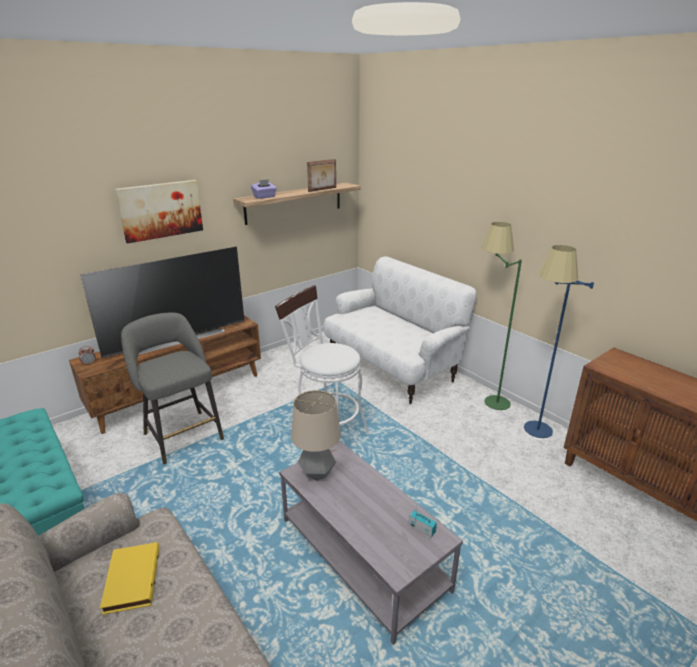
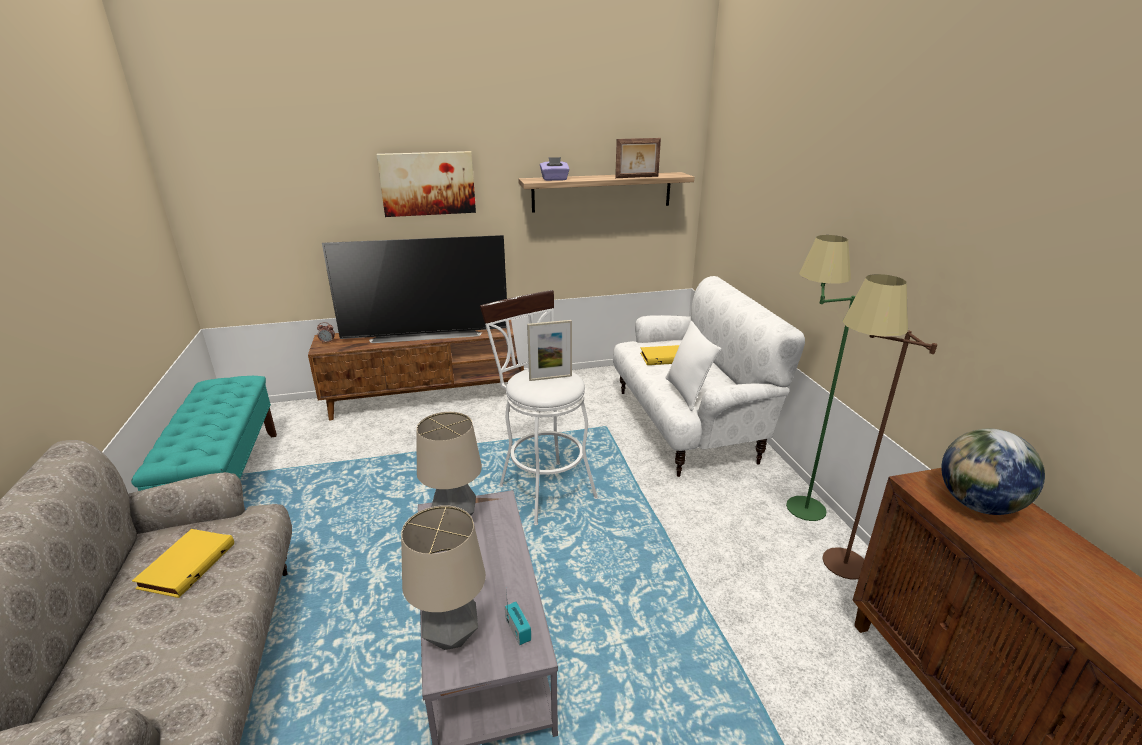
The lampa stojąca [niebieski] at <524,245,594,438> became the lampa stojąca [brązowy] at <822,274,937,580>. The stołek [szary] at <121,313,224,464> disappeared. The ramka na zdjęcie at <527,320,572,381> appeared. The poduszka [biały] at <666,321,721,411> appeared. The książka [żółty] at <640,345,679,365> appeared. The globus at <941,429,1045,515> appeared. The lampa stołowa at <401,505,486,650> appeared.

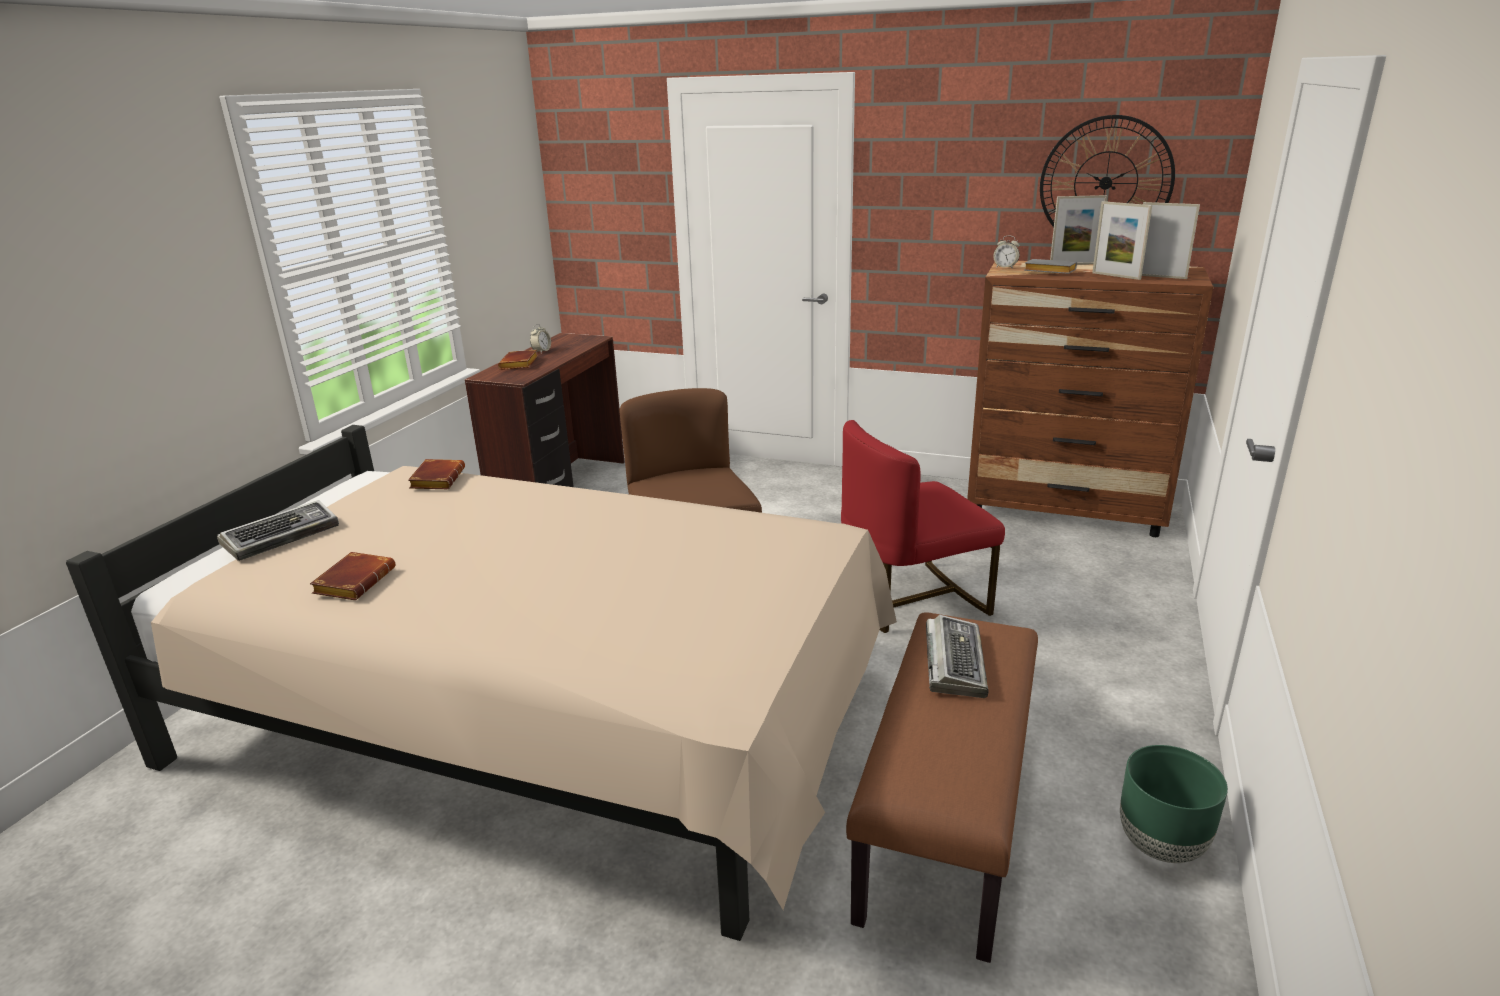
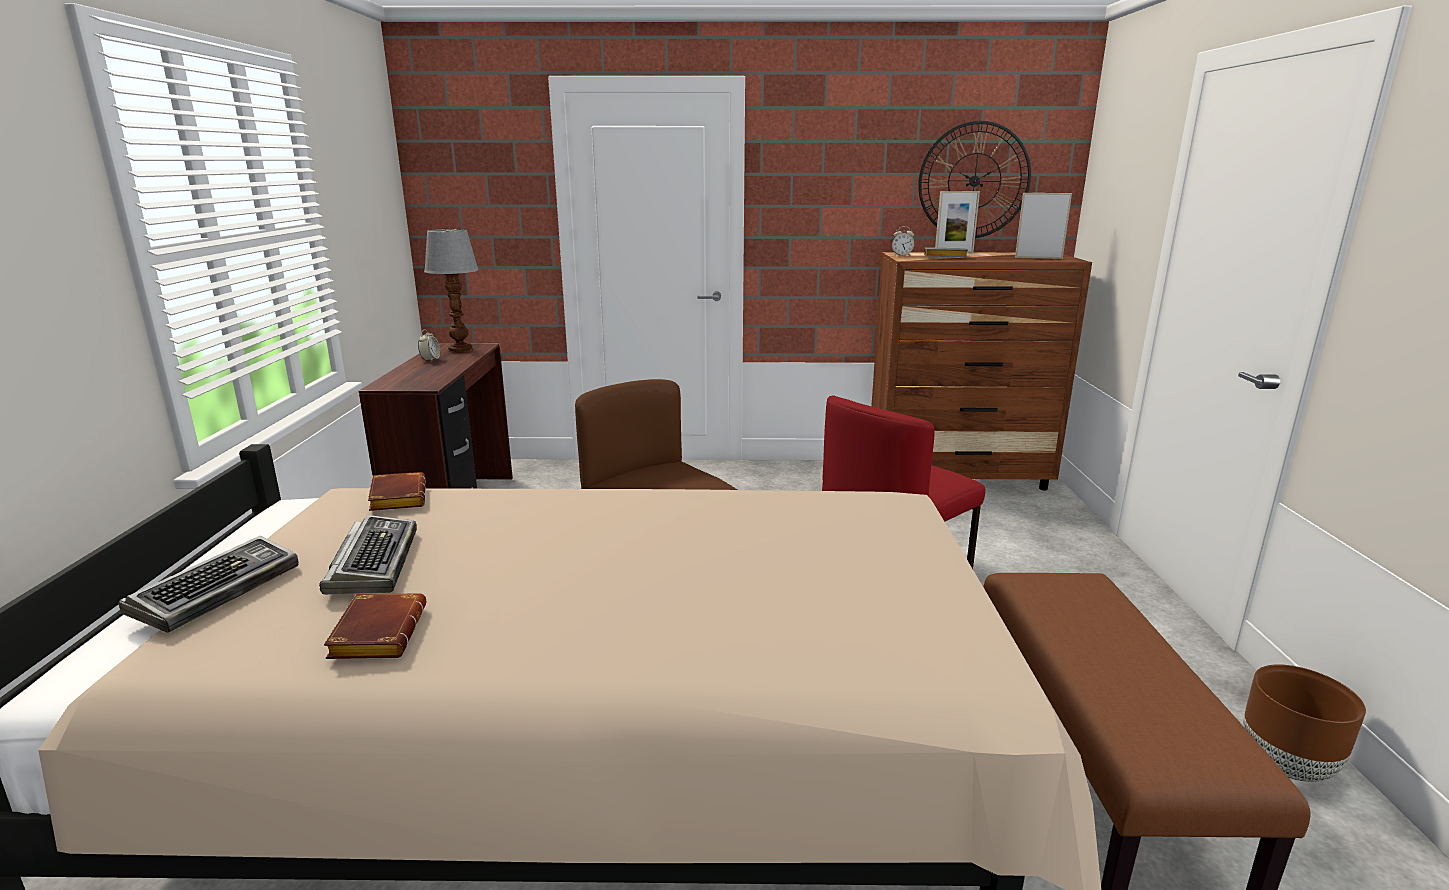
The ramka na zdjęcie at <1092,201,1152,280> disappeared. The książka [brązowy] at <498,349,538,370> disappeared. The klawiatura moved from <926,615,989,698> to <319,515,417,595>. The donica [zielony] at <1120,745,1228,863> became the donica [brązowy] at <1243,664,1366,782>. The lampa stołowa at <424,229,479,353> appeared.

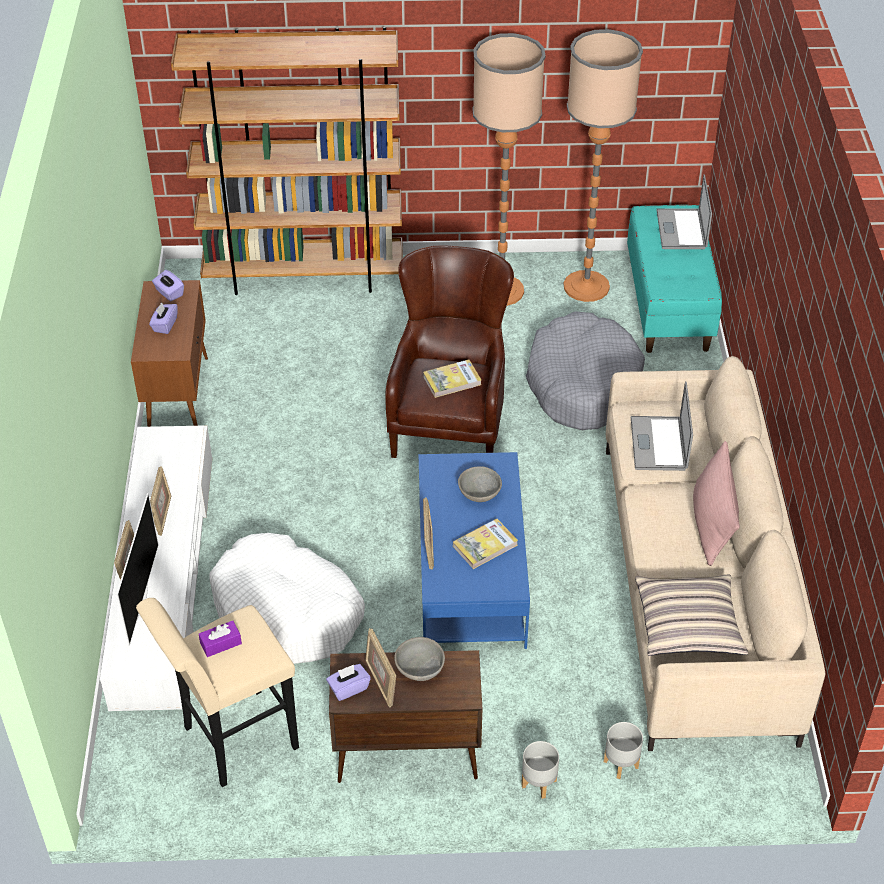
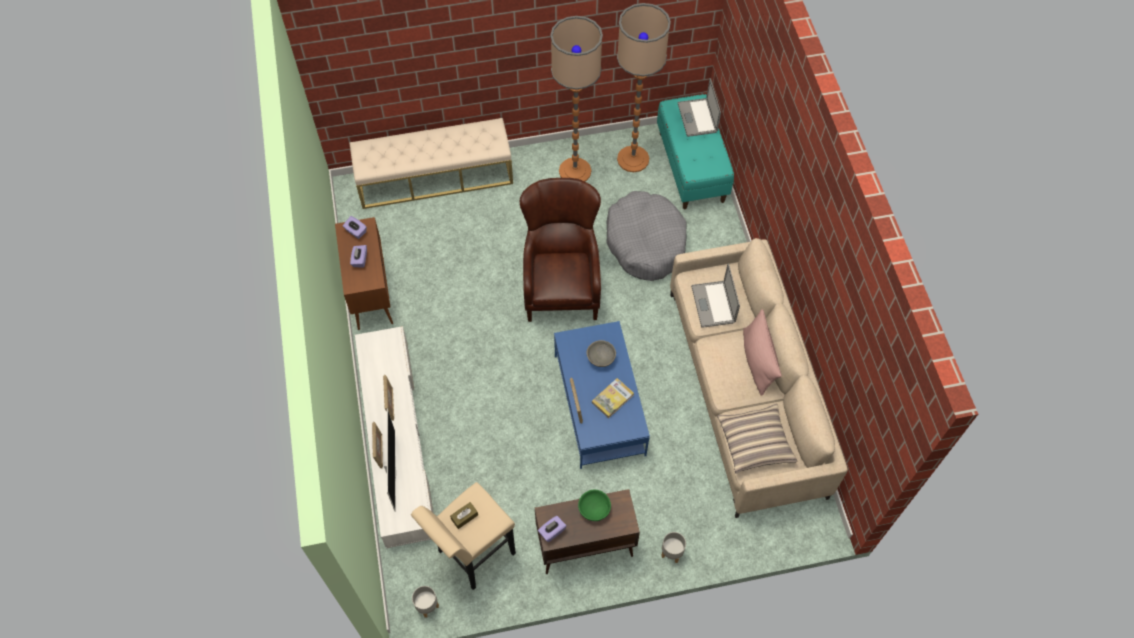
The regał [brązowy] at <171,27,403,295> was replaced by the ławka [beżowy] at <350,118,513,209>. The książka at <423,359,481,398> disappeared. The legowisko [biały] at <210,533,365,664> disappeared. The pudełko chusteczek [fioletowy] at <199,621,242,657> became the pudełko chusteczek [brązowy] at <450,502,478,529>. The ramka na zdjęcie at <365,628,396,707> disappeared. The miska [szary] at <394,637,445,681> became the miska [zielony] at <578,490,611,521>. The donica [szary] moved from <604,722,643,779> to <412,586,439,618>.

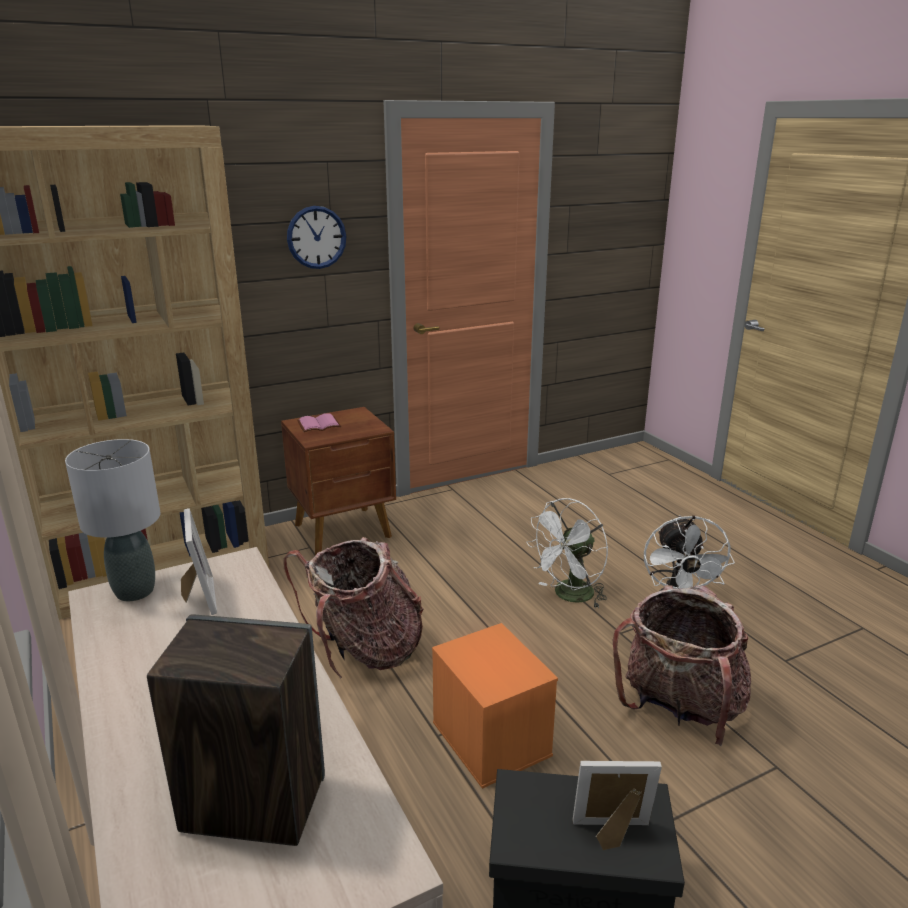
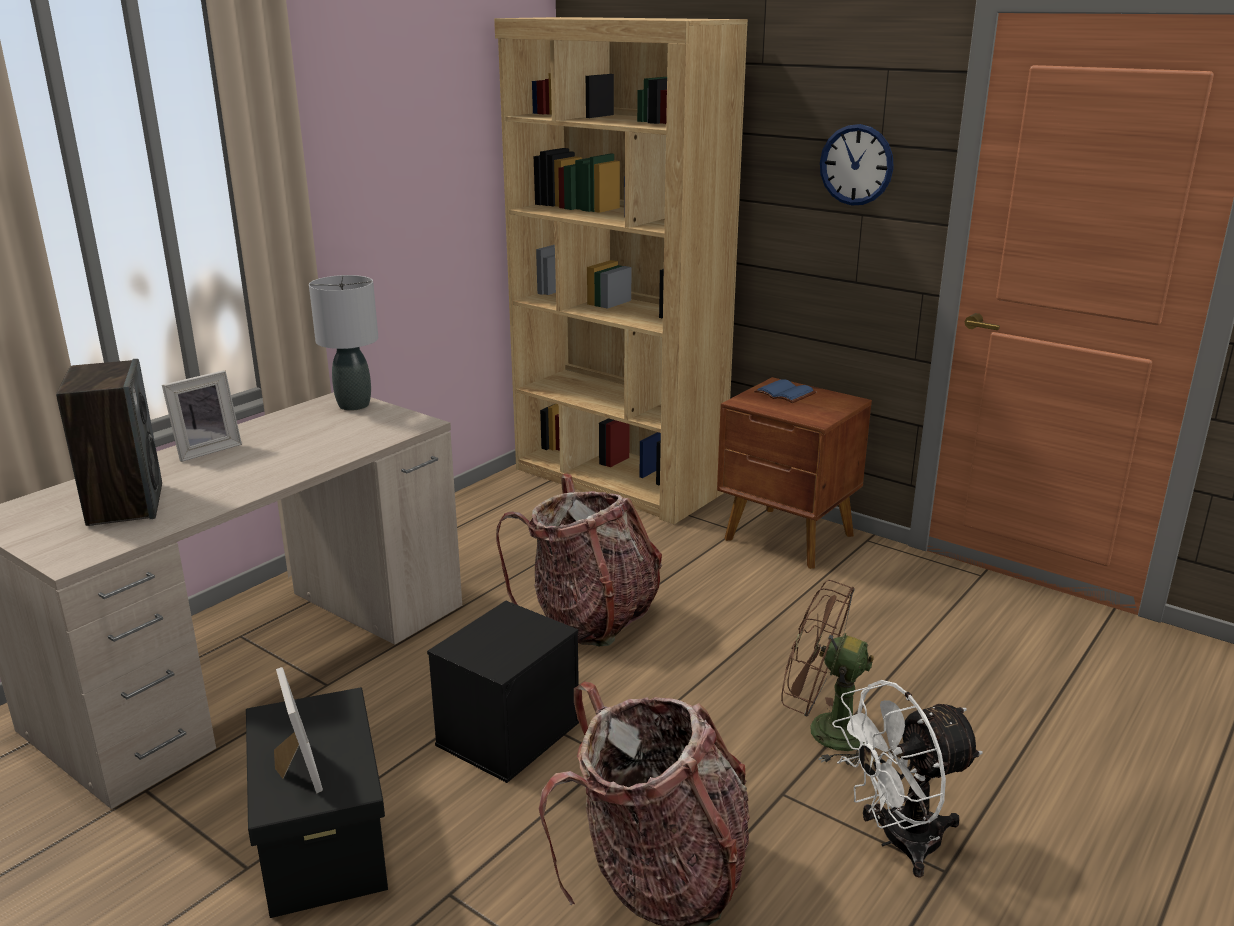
The książka [różowy] at <297,413,341,432> became the książka [niebieski] at <754,379,816,403>. The wentylator [biały] at <526,498,608,609> became the wentylator [brązowy] at <781,580,885,766>. The ramka na zdjęcie moved from <181,508,217,615> to <162,370,242,462>. The pojemnik do przechowywania [pomarańczowy] at <432,623,558,789> became the pojemnik do przechowywania [czarny] at <427,601,579,783>.

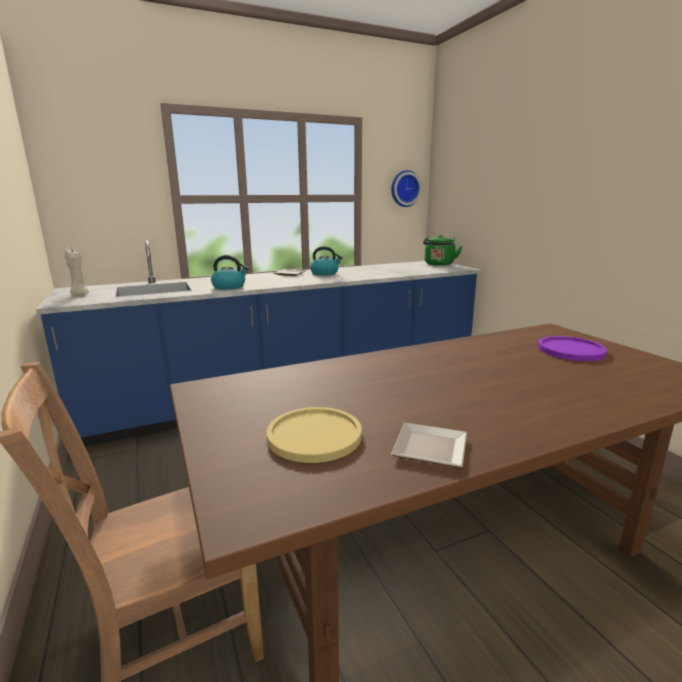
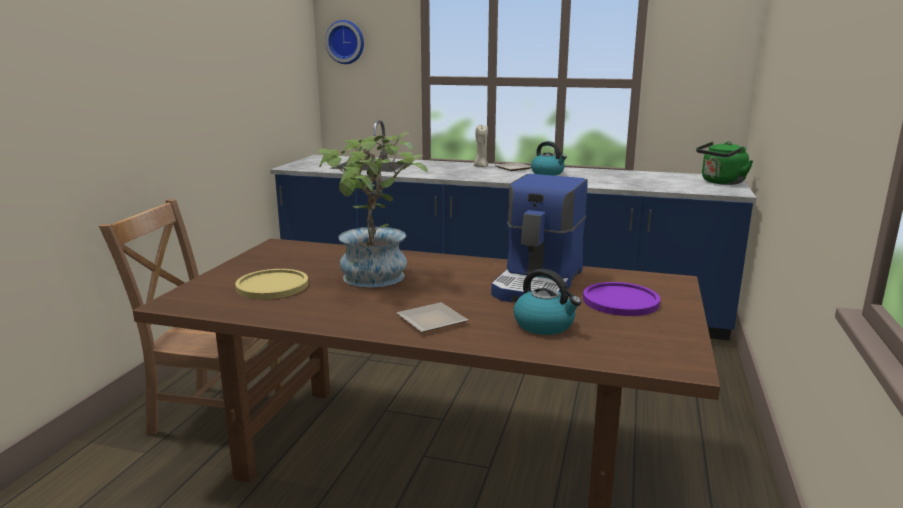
The zegar ścienny moved from <391,170,422,207> to <325,20,364,64>. The świeca [beżowy] moved from <65,247,89,295> to <474,125,488,167>. The czajnik moved from <211,255,249,290> to <514,269,581,335>. The talerz moved from <391,423,467,468> to <397,302,468,332>. The roślina doniczkowa at <318,132,428,287> appeared. The ekspres do kawy at <491,174,588,302> appeared.

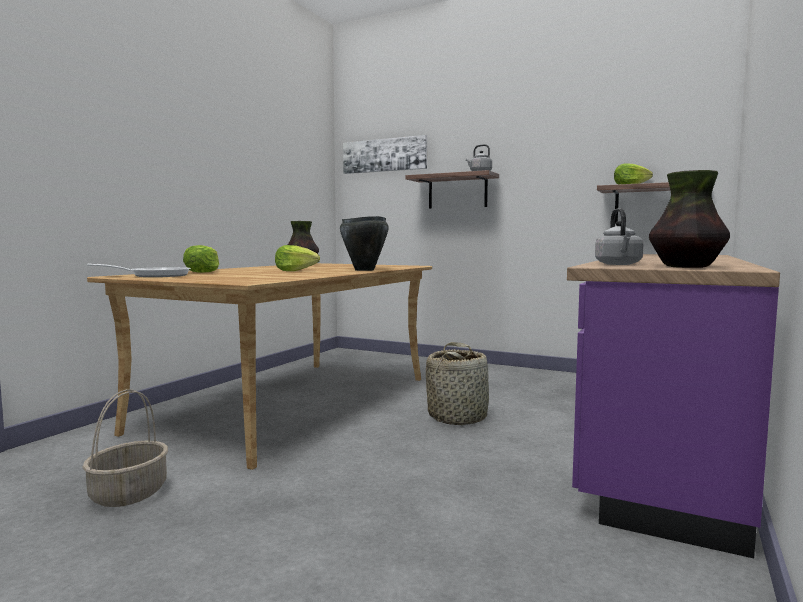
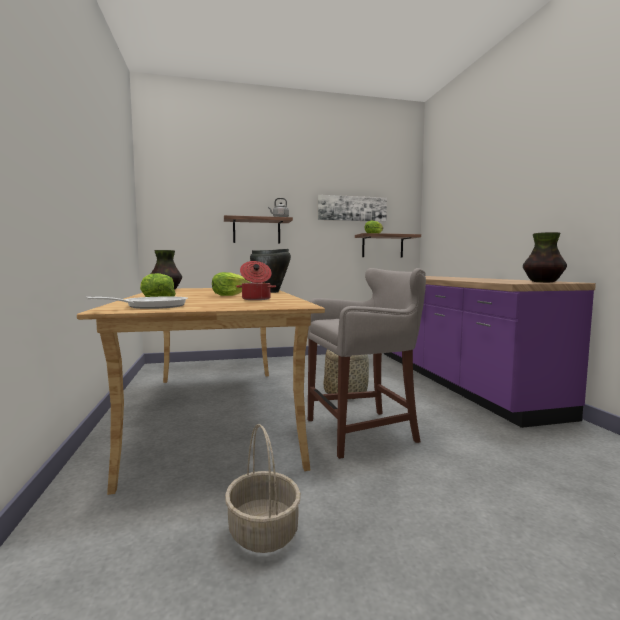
The obraz moved from <343,135,427,174> to <318,195,387,222>. The czajnik [szary] at <595,208,644,265> disappeared. The garnek at <236,261,276,300> appeared. The stołek [szary] at <307,268,426,459> appeared.

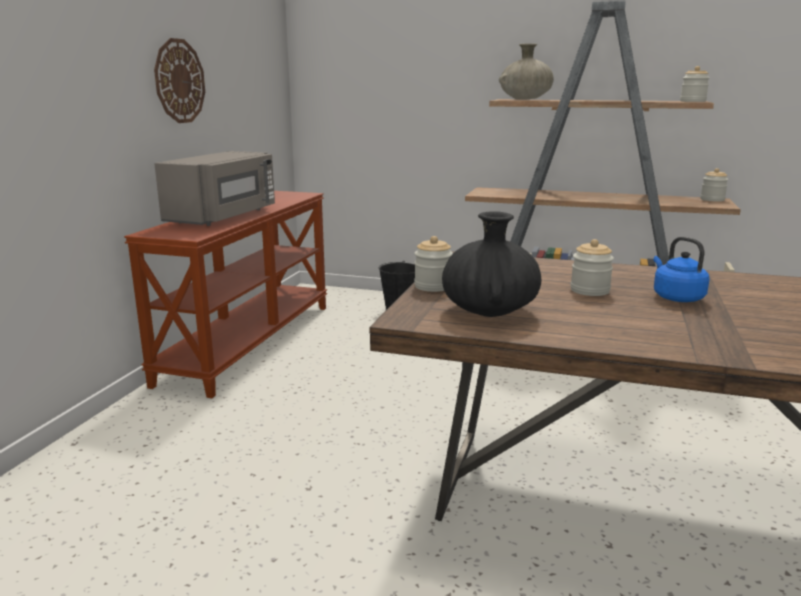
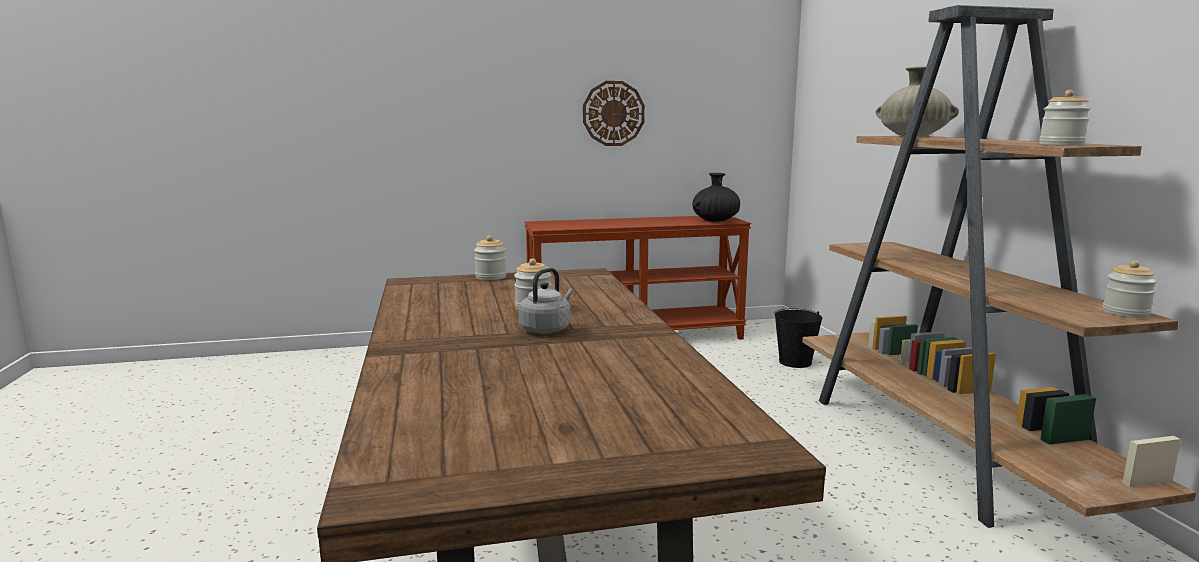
The mikrofalówka [szary] at <154,151,275,226> disappeared. The wazon [czarny] moved from <442,211,541,317> to <692,173,740,222>. The czajnik [niebieski] at <653,237,710,302> became the czajnik [szary] at <519,268,573,334>.

